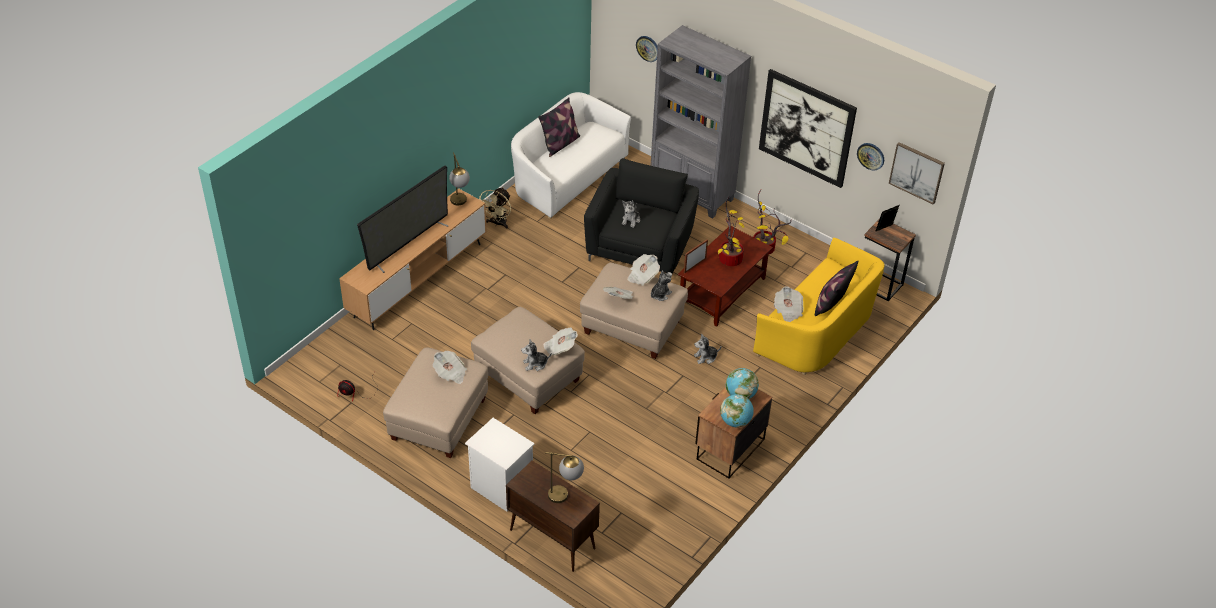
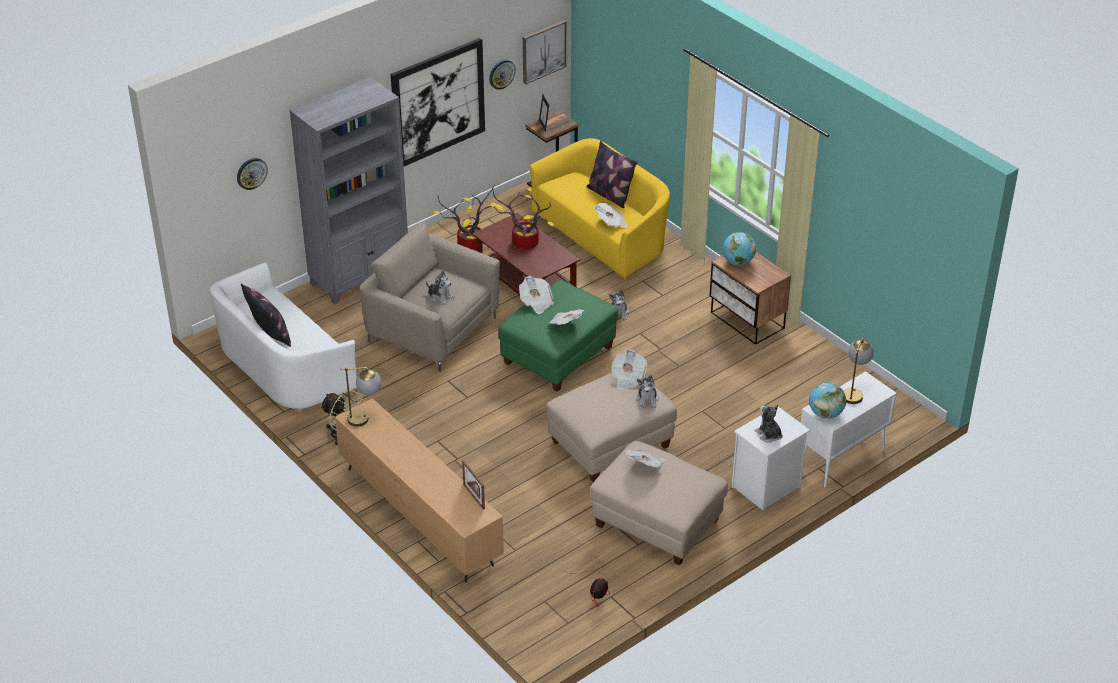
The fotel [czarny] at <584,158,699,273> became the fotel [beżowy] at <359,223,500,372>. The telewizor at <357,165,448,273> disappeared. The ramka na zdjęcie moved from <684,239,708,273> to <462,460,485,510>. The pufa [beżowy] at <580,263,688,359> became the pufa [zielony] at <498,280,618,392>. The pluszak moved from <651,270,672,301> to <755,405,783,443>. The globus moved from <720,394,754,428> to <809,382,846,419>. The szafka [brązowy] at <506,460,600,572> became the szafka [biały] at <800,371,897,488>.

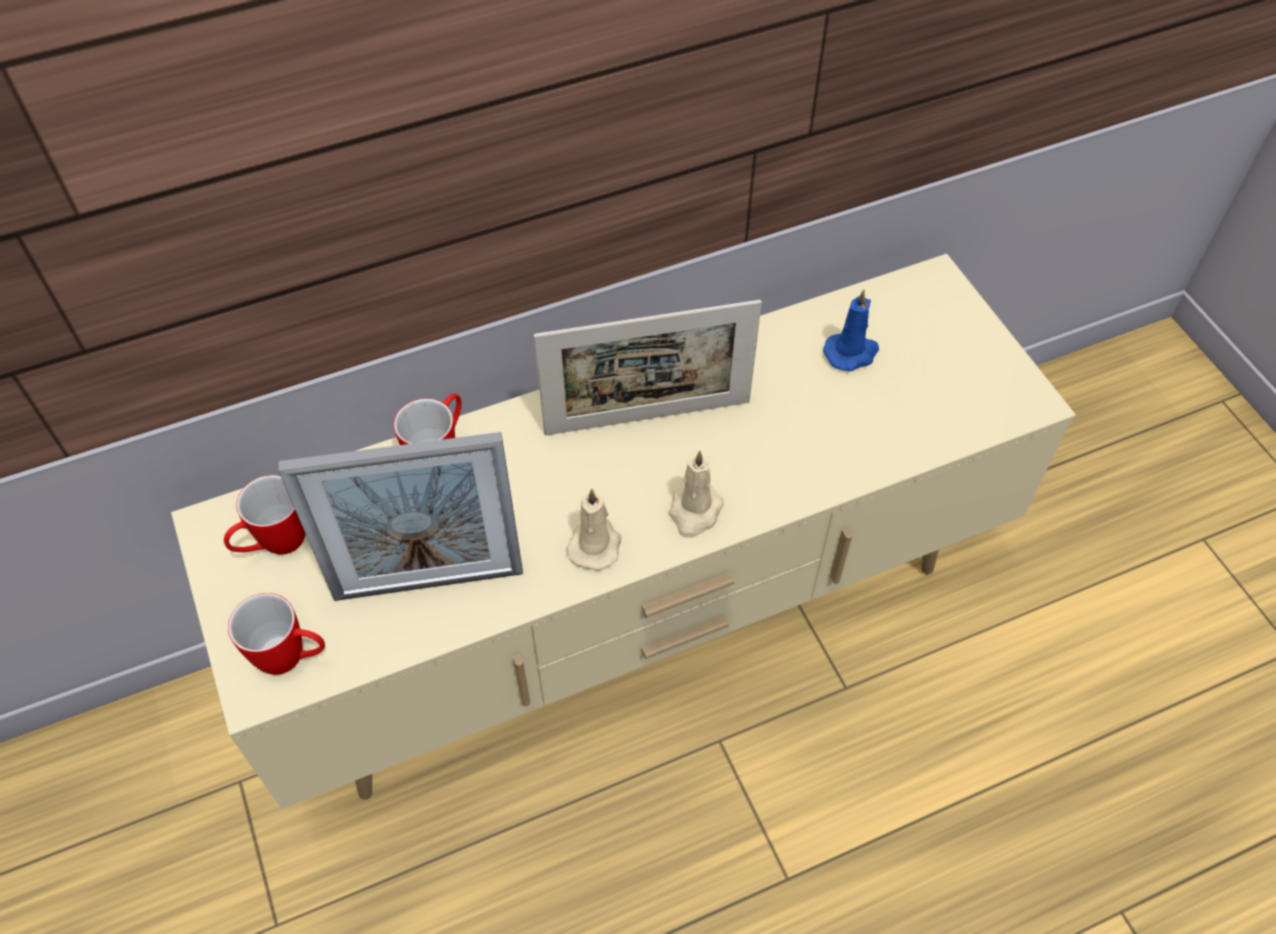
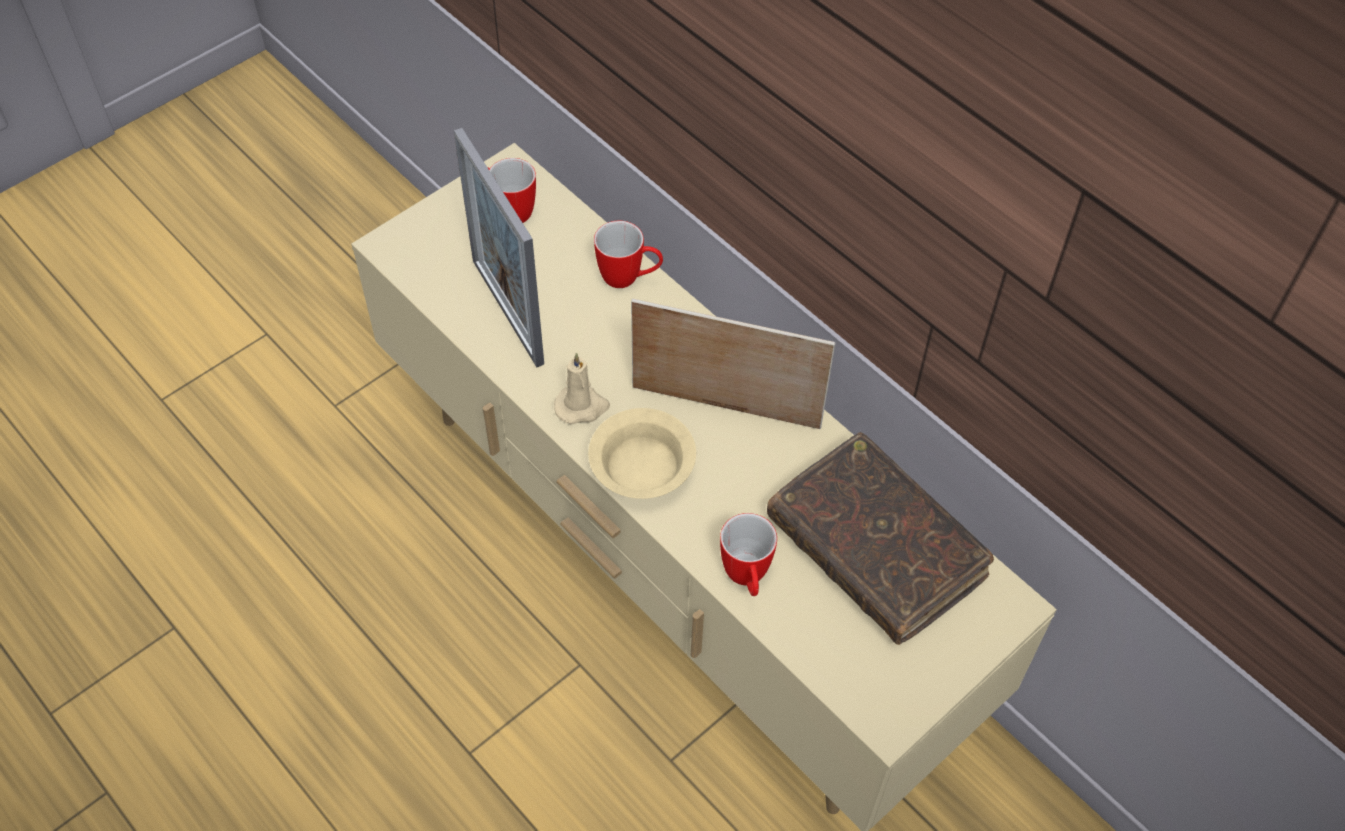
The świeca [niebieski] at <823,290,879,371> was replaced by the książka [brązowy] at <767,432,994,645>. The ramka na zdjęcie at <534,300,762,435> turned 135 degrees clockwise. The świeca [beżowy] at <669,451,724,538> was replaced by the miska [beżowy] at <588,408,696,499>. The kubek moved from <228,593,325,675> to <720,513,777,596>.

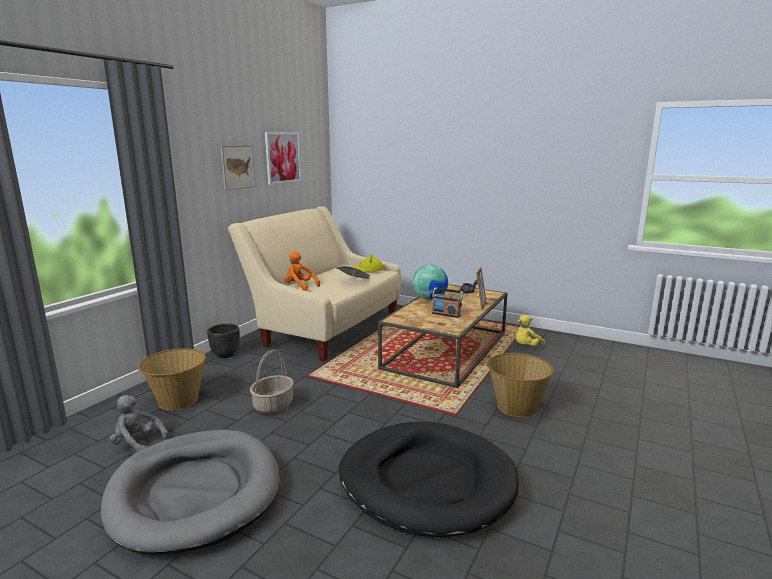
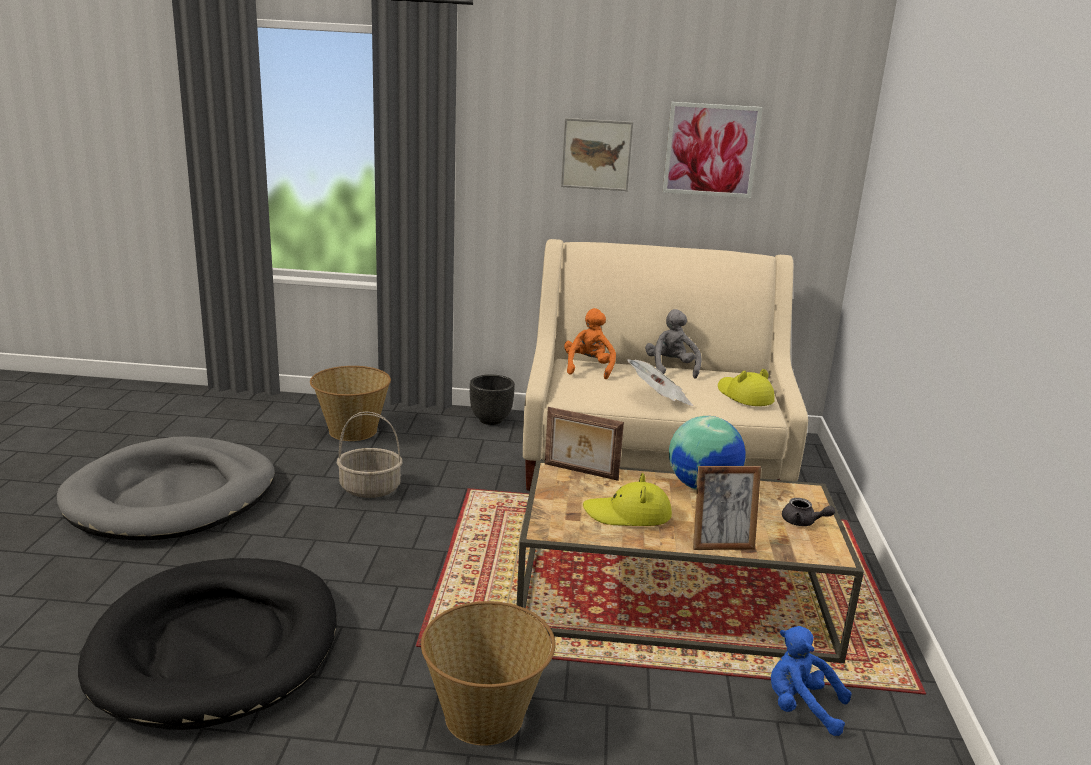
The radio at <432,287,463,318> was replaced by the kapelusz [żółty] at <583,473,672,526>. The pluszak [żółty] at <516,315,545,346> became the pluszak [niebieski] at <771,626,851,736>. The pluszak [szary] moved from <109,395,169,452> to <645,309,701,379>. The ramka na zdjęcie at <545,407,624,481> appeared.

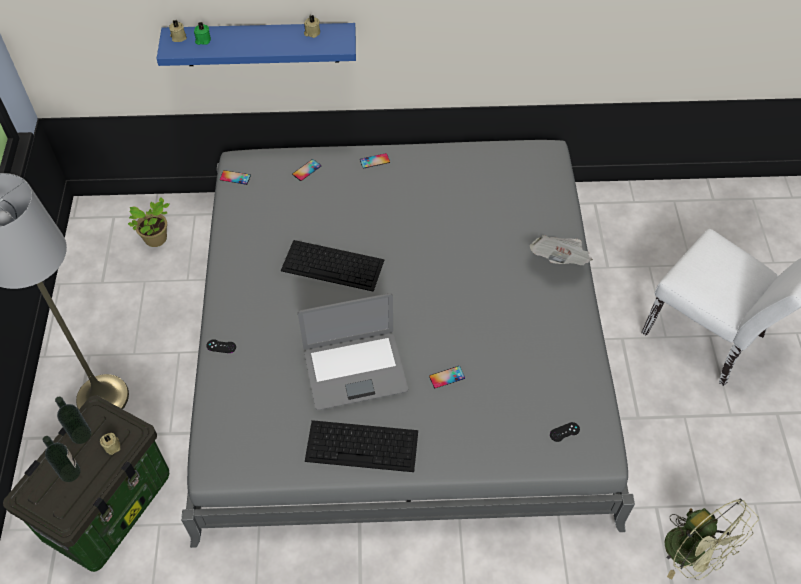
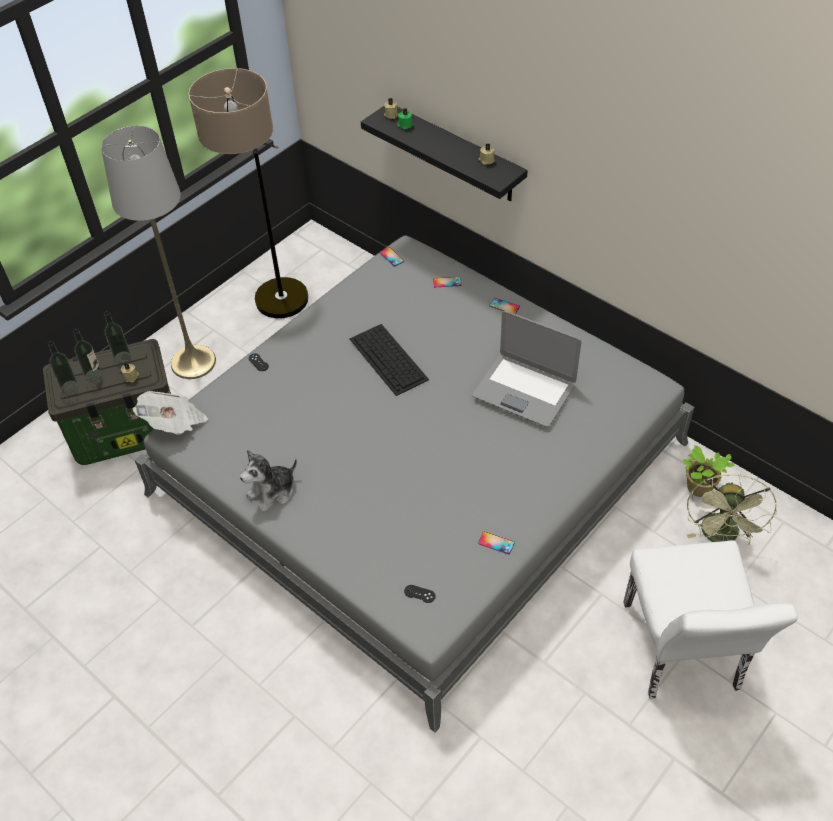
The półka [niebieski] at <157,23,356,66> became the półka [czarny] at <361,106,528,202>. The roślina doniczkowa moved from <128,198,170,247> to <683,445,735,497>. The gazeta moved from <530,235,593,265> to <133,391,208,435>. The laptop moved from <298,293,408,410> to <472,311,582,427>. The telefon moved from <429,366,465,388> to <478,532,515,554>. The klawiatura at <305,420,418,472> was replaced by the pluszak at <240,450,297,512>. The wentylator [zielony] moved from <665,498,759,580> to <686,474,777,544>. The lampa stojąca at <188,68,308,318> appeared. The butelka at <48,341,78,393> appeared.

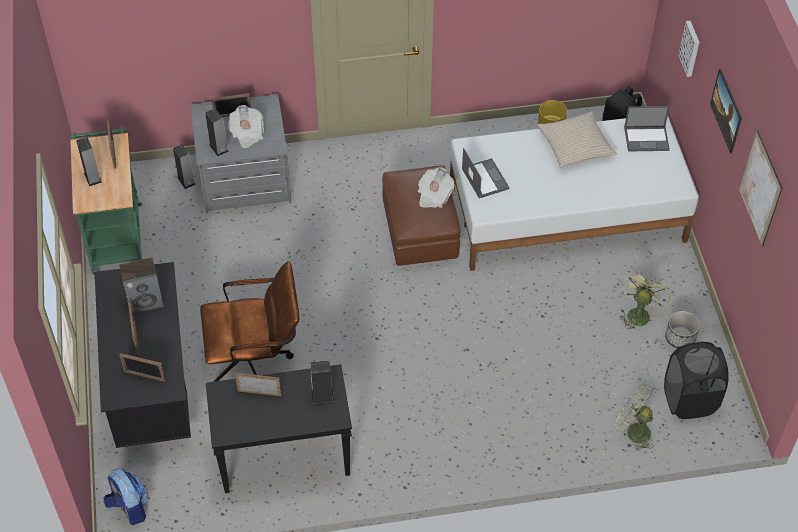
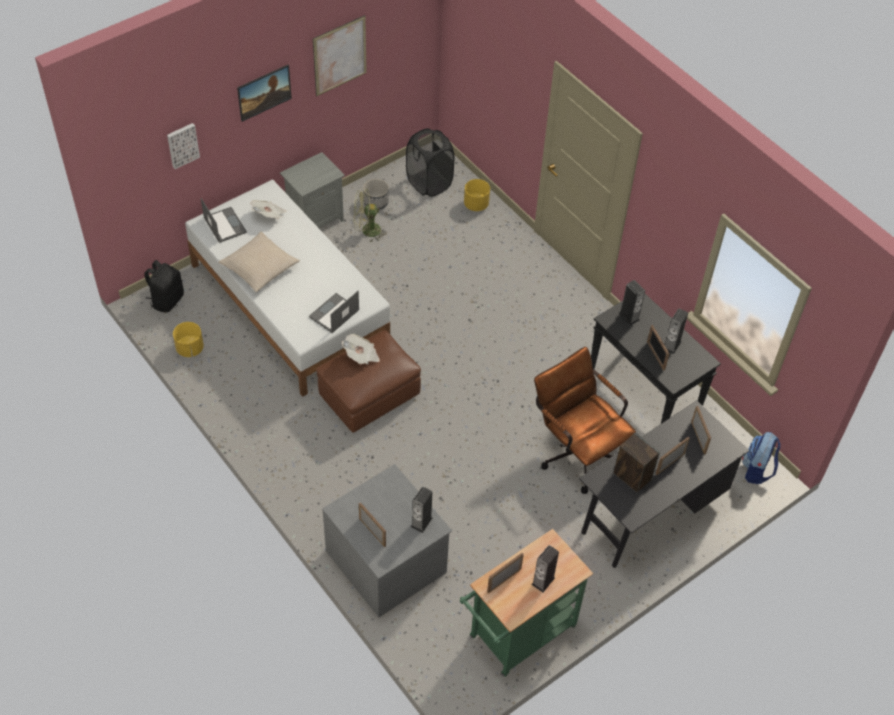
The gazeta moved from <228,105,264,148> to <250,200,287,219>. The głośnik moved from <173,144,196,189> to <665,308,688,354>. The wentylator [zielony] at <615,384,654,451> was replaced by the donica [żółty] at <464,179,490,211>. The szafka nocna [szary] at <280,152,345,228> appeared.

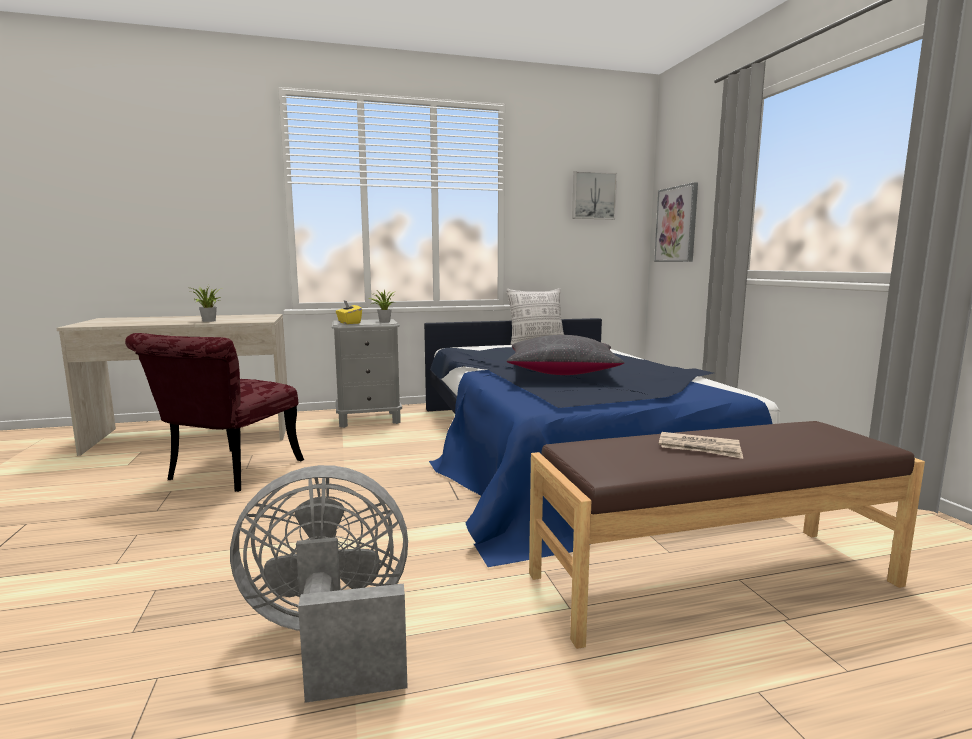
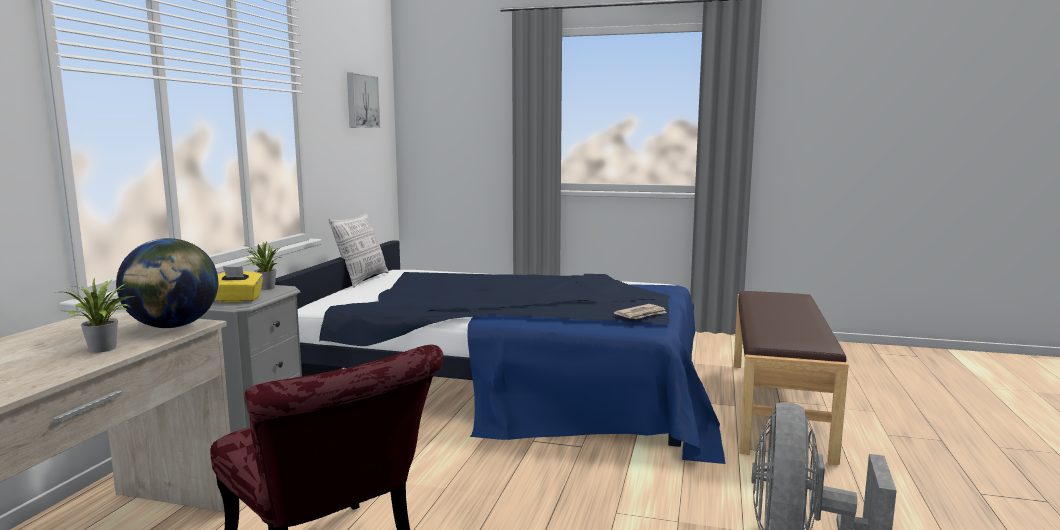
The obraz at <654,182,698,262> disappeared. The poduszka [czarny] at <507,335,625,375> disappeared. The gazeta moved from <659,432,743,459> to <614,304,667,319>. The globus at <116,238,218,328> appeared.

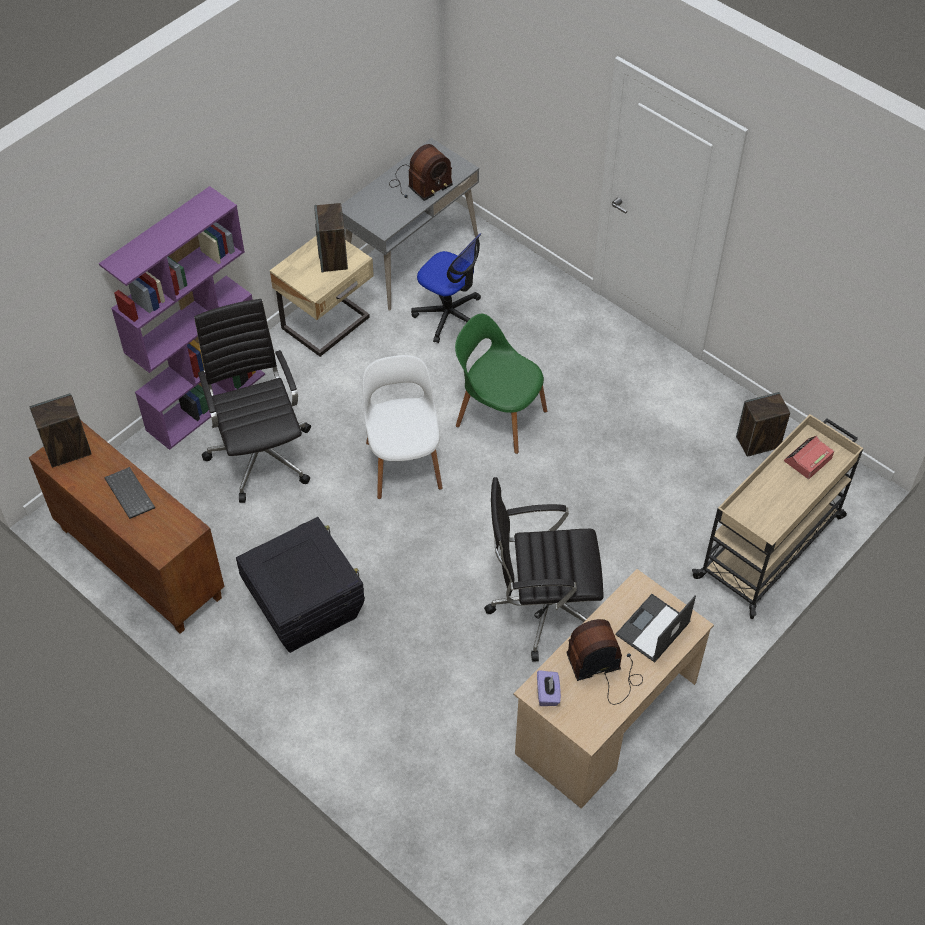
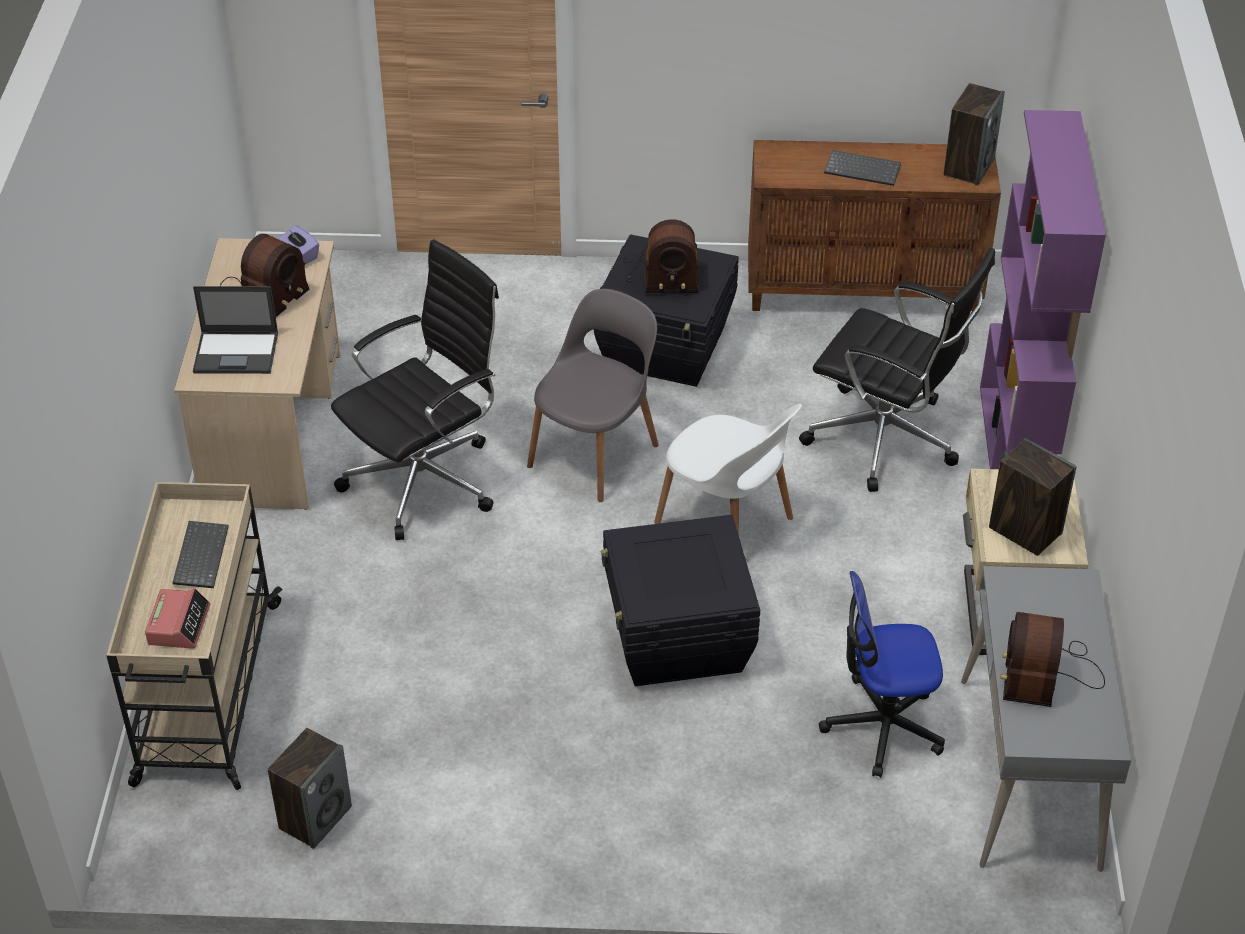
The krzesło [zielony] at <455,314,547,454> was replaced by the pojemnik do przechowywania [czarny] at <601,515,760,686>. The laptop at <615,594,696,662> turned 90 degrees clockwise. The radio at <624,219,698,293> appeared. The krzesło [szary] at <527,289,659,502> appeared. The klawiatura at <173,521,229,588> appeared.

